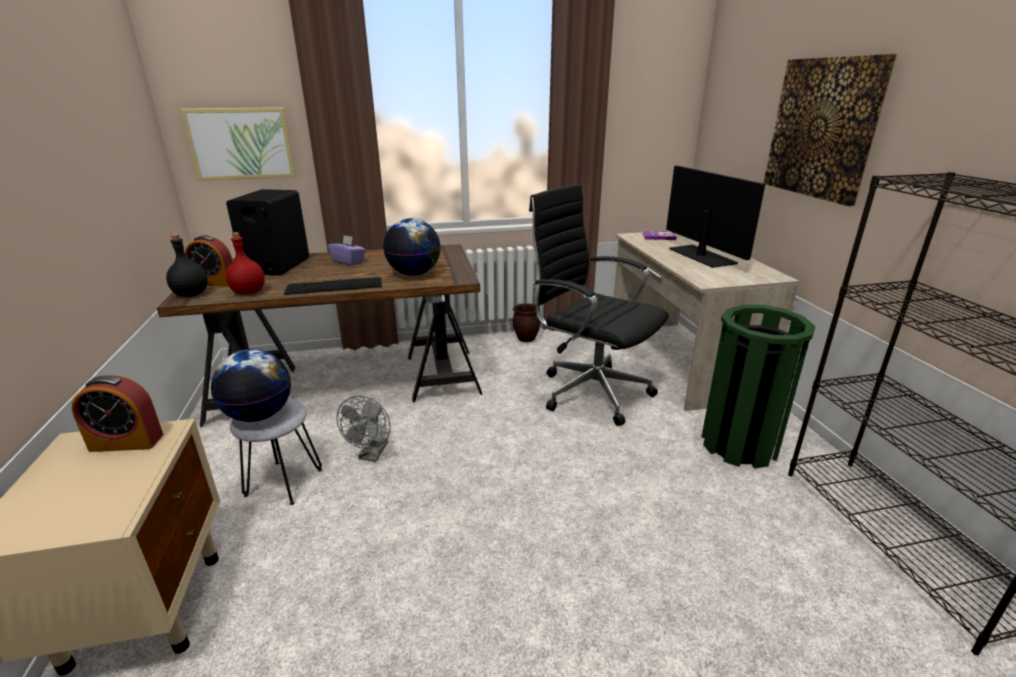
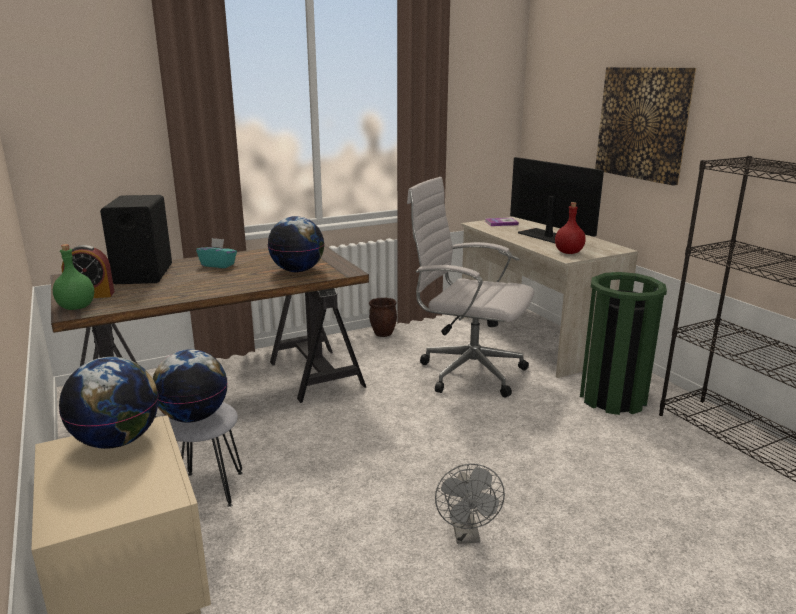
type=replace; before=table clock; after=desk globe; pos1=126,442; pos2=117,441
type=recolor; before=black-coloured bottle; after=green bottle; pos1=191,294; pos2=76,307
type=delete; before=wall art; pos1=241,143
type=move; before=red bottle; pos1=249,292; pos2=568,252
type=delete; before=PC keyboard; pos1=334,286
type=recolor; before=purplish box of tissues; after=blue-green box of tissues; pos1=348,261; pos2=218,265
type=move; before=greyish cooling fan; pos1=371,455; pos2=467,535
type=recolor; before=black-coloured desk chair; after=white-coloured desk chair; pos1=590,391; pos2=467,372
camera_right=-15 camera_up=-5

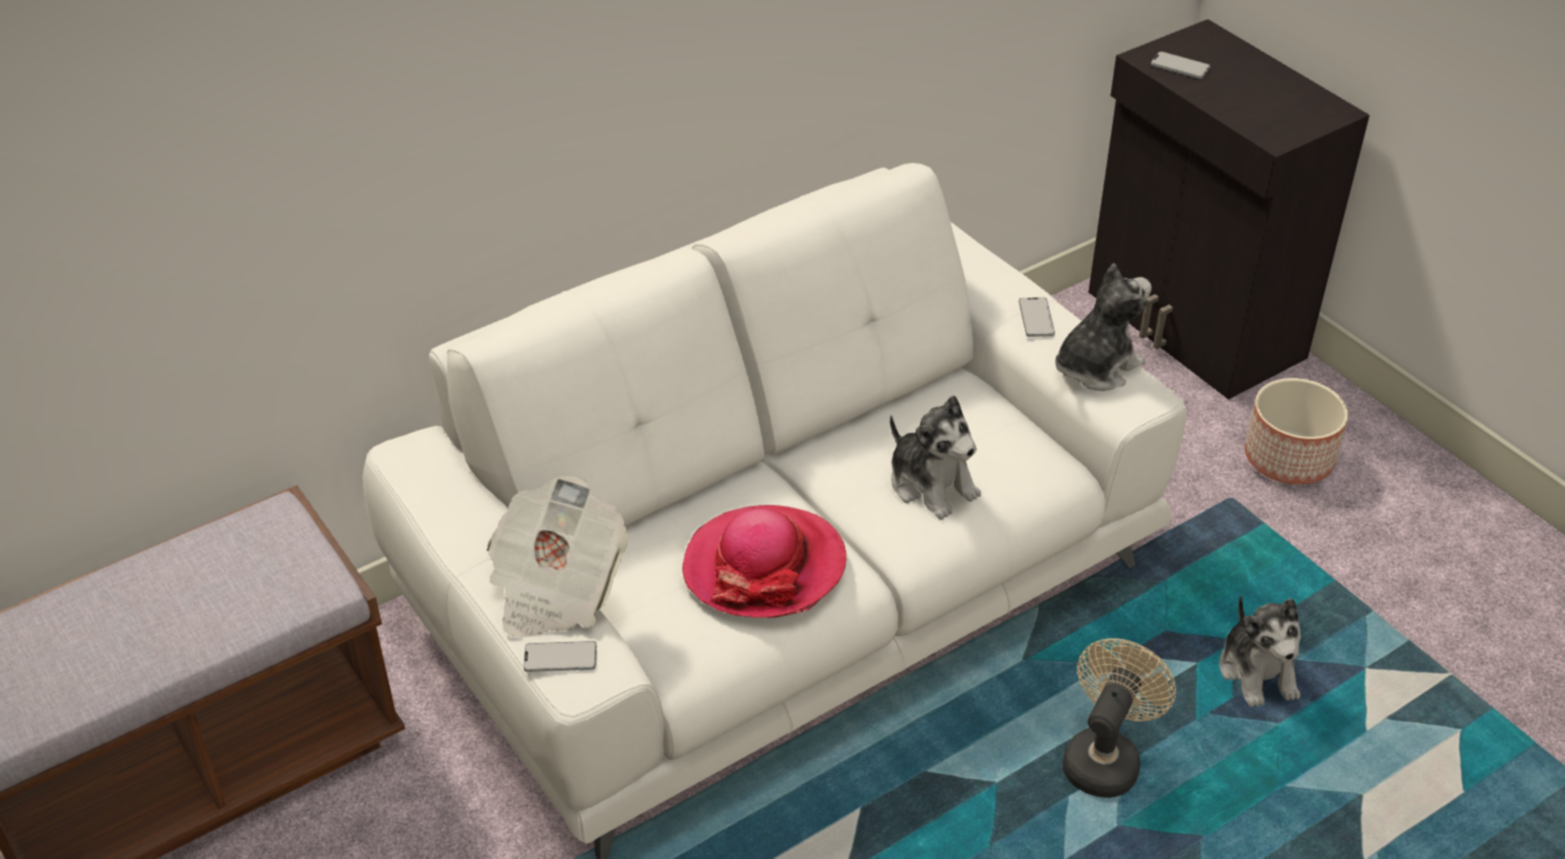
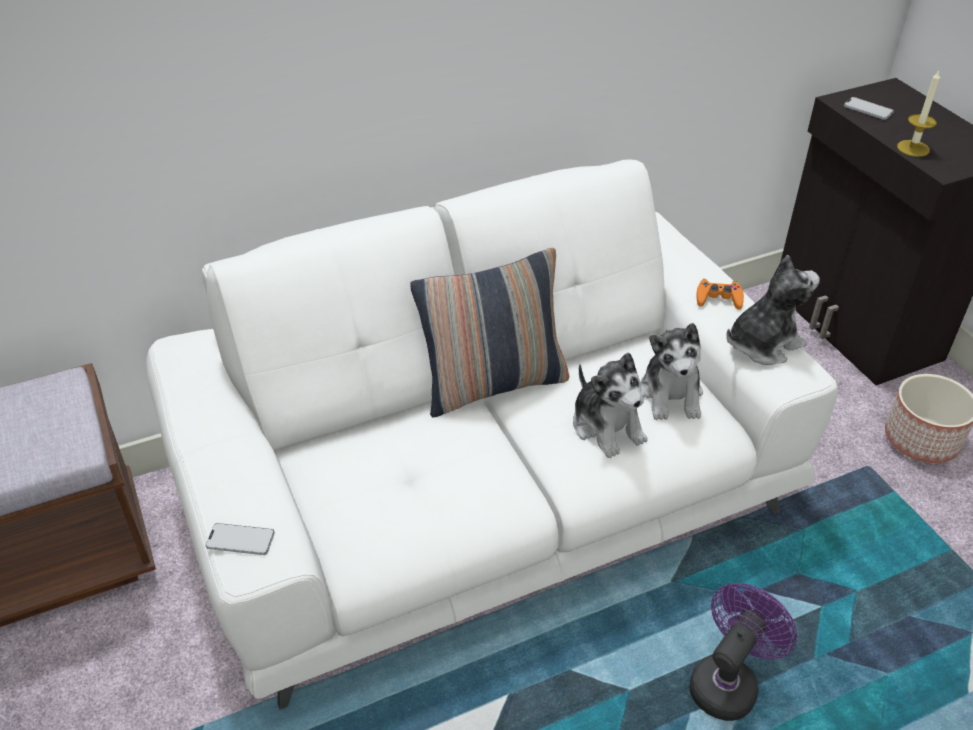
type=delete; before=newspaper; pos1=555,587
type=delete; before=hat; pos1=764,566
type=replace; before=telephone; after=orangey joypad; pos1=1036,318; pos2=718,298
type=recolor; before=sand-coloured cooling fan; after=purplish cooling fan; pos1=1105,757; pos2=728,681
type=move; before=cuddly toy; pos1=1258,671; pos2=671,394
type=insert; after=cushion; pos2=493,385
type=insert; after=candle; pos2=913,148
camera_right=10 camera_up=0

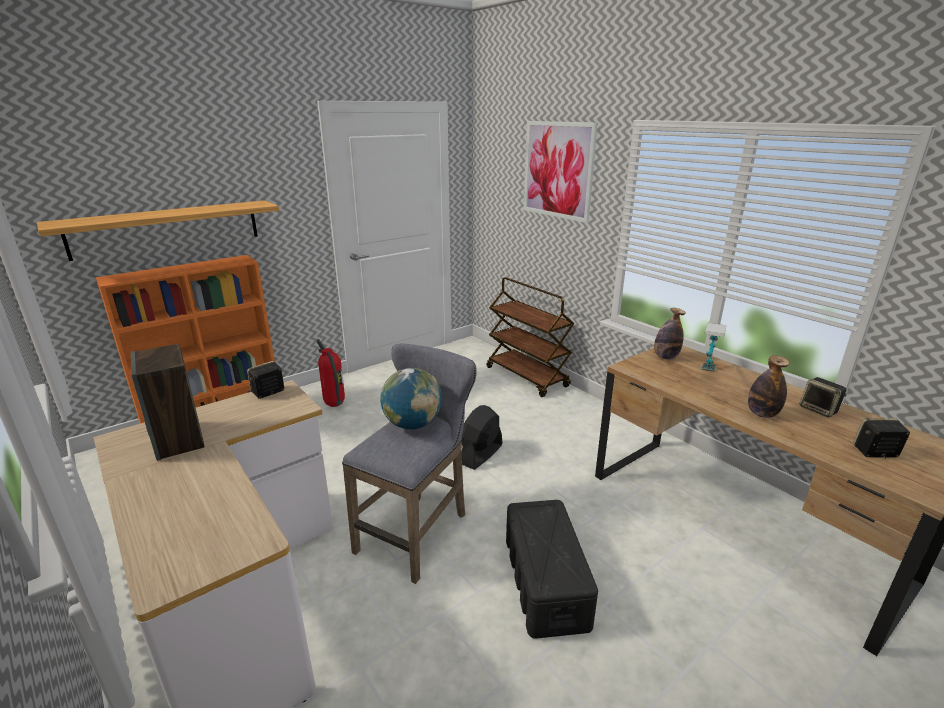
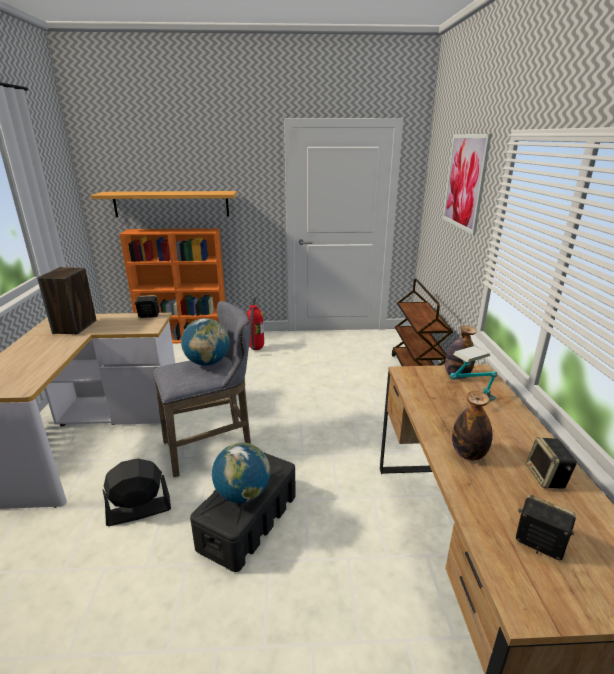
type=move; before=black-coloured cooling fan; pos1=481,454; pos2=138,510
type=insert; after=desk globe; pos2=243,494
camera_right=35 camera_up=0

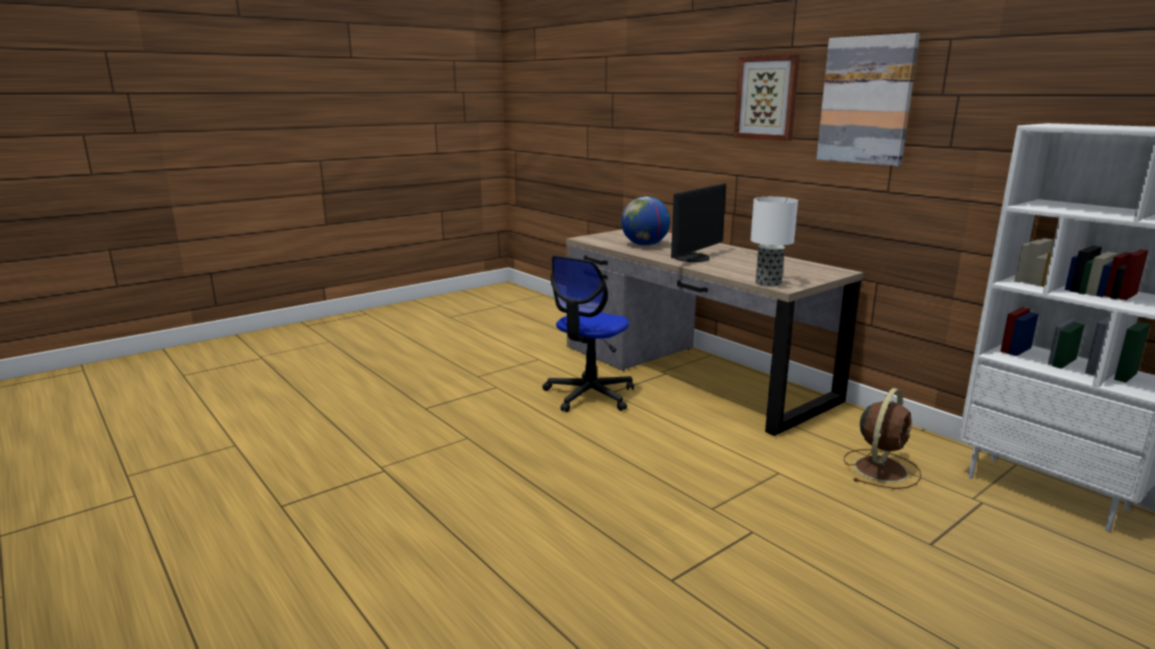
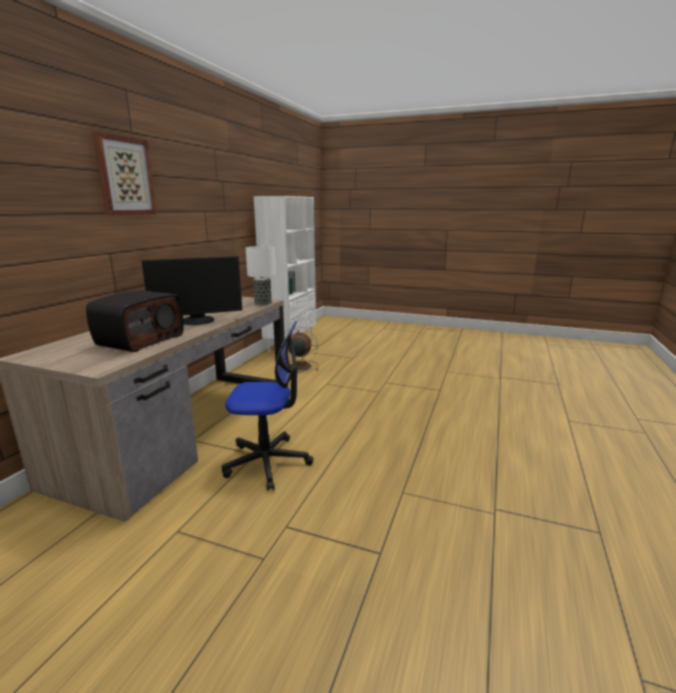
type=replace; before=desk globe; after=radio receiver; pos1=644,245; pos2=140,340
type=rotate; before=computer screen; pos1=693,258; pos2=198,321; turn=150
type=delete; before=wall art; pos1=866,100
camera_right=-120 camera_up=0

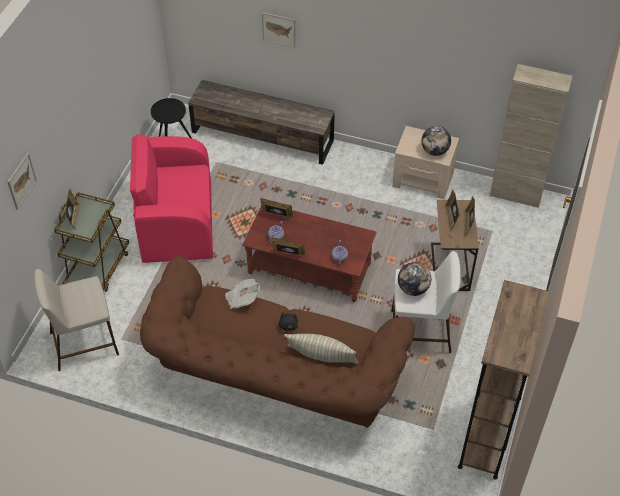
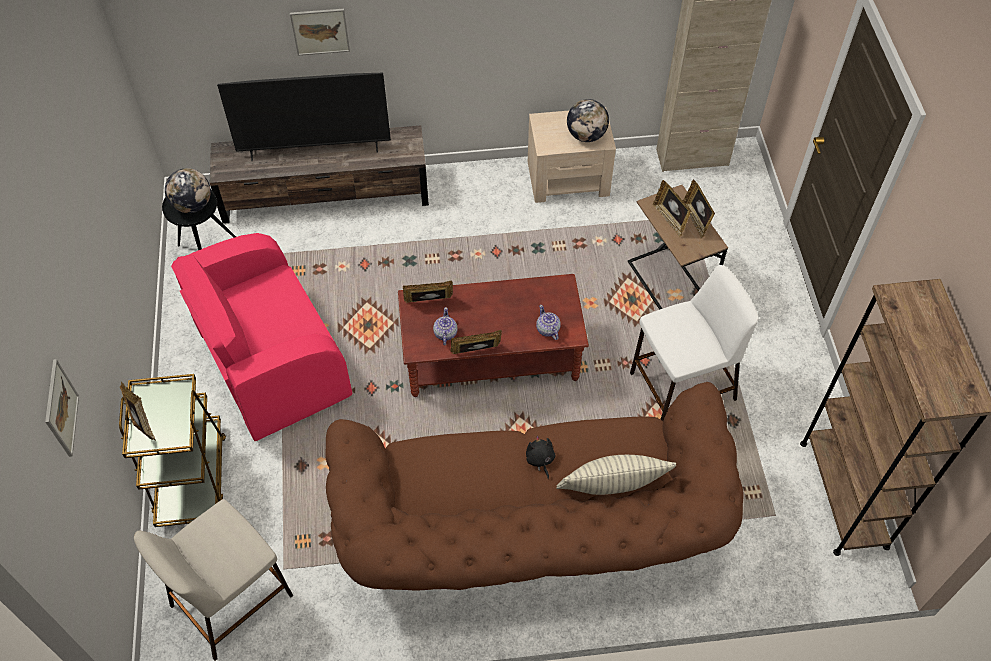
type=delete; before=newspaper; pos1=242,299
type=move; before=desk globe; pos1=413,289; pos2=192,205
type=insert; after=TV; pos2=314,150
camera_right=-25 camera_up=5

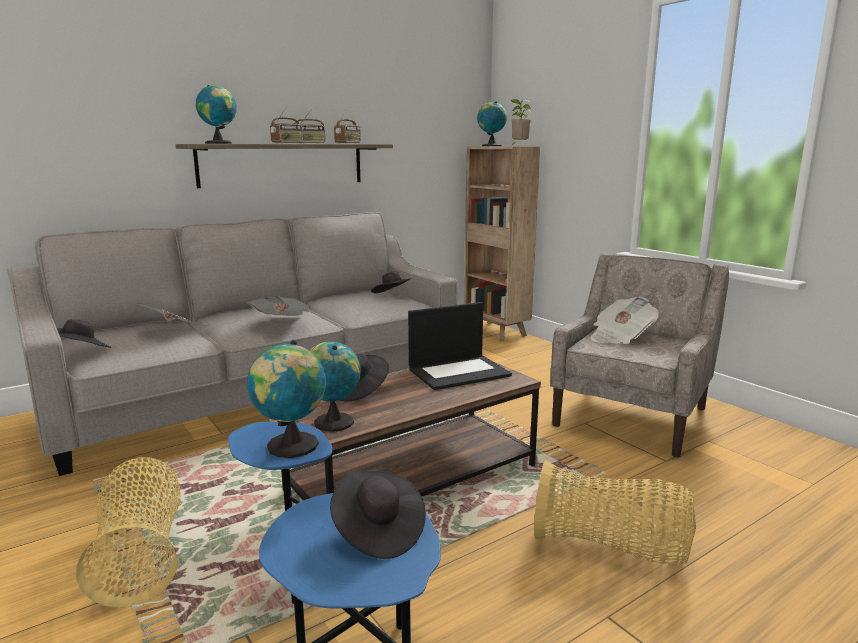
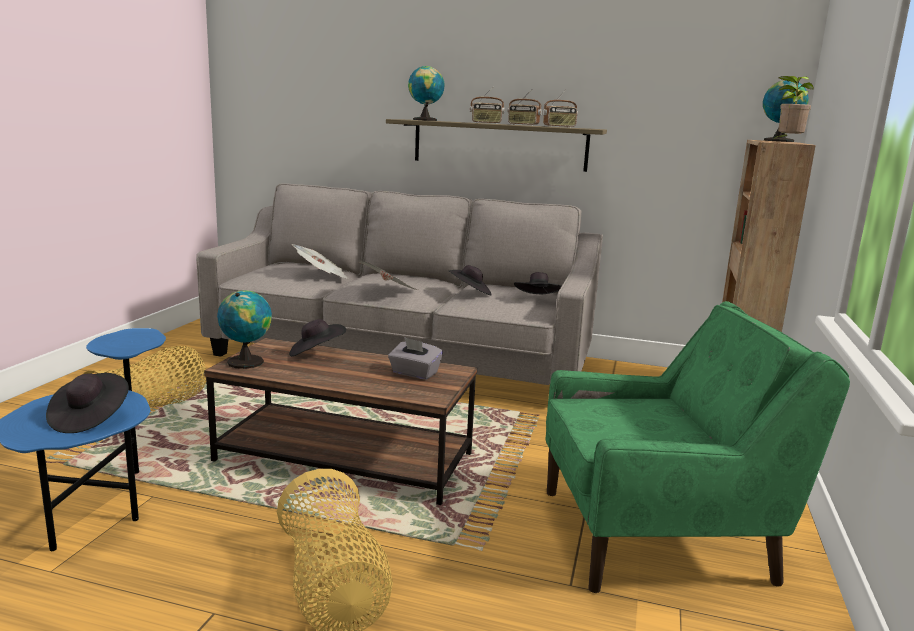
type=move; before=black-coloured hat; pos1=81,352; pos2=470,293
type=delete; before=desk globe; pos1=291,447
type=replace; before=laptop; after=greyish box of tissues; pos1=459,372; pos2=414,373
type=recolor; before=sand-coloured armchair; after=green armchair; pos1=632,416; pos2=657,535
type=delete; before=newspaper; pos1=620,337
camera_right=50 camera_up=0

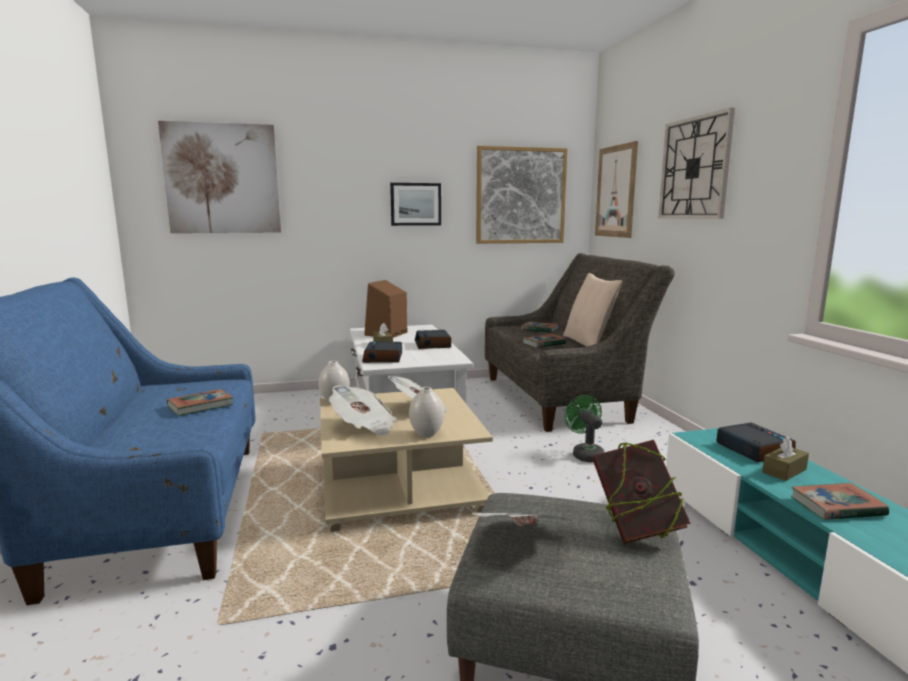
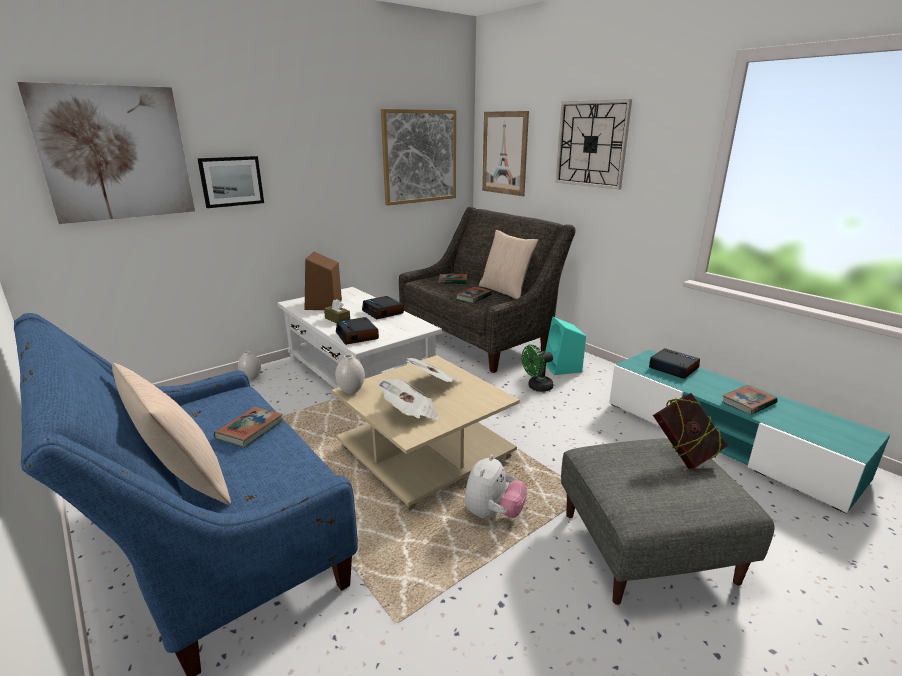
type=move; before=wall art; pos1=415,204; pos2=231,181
type=move; before=white-coloured vase; pos1=427,434; pos2=251,378
type=delete; before=newspaper; pos1=520,541
type=rotate; before=green cooling fan; pos1=585,454; pos2=537,387; turn=-75
type=delete; before=brownish box of tissues; pos1=784,471
type=insert; after=sand-coloured cushion; pos2=184,483
type=insert; after=cuddly toy; pos2=493,513
type=insert; after=blue-green loudspeaker; pos2=563,367
camera_right=-25 camera_up=10

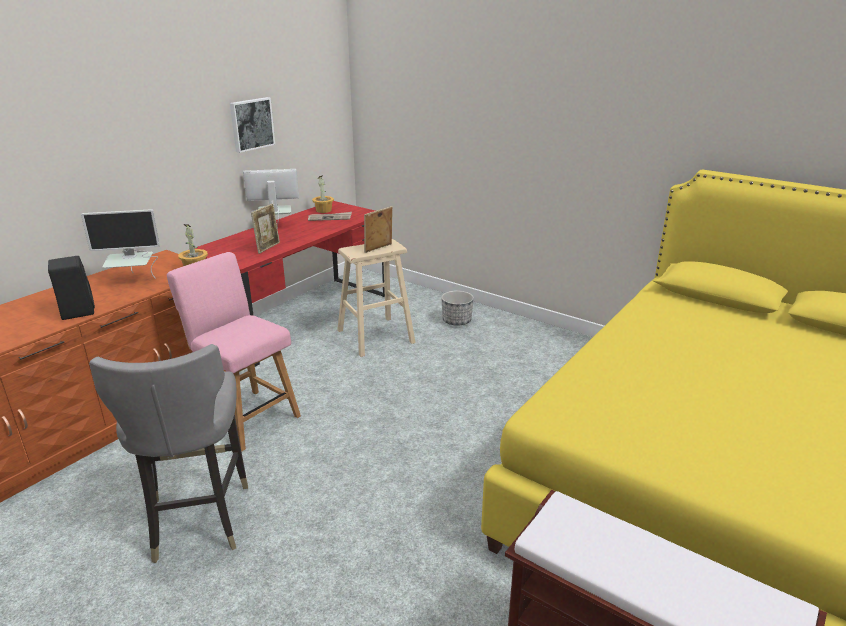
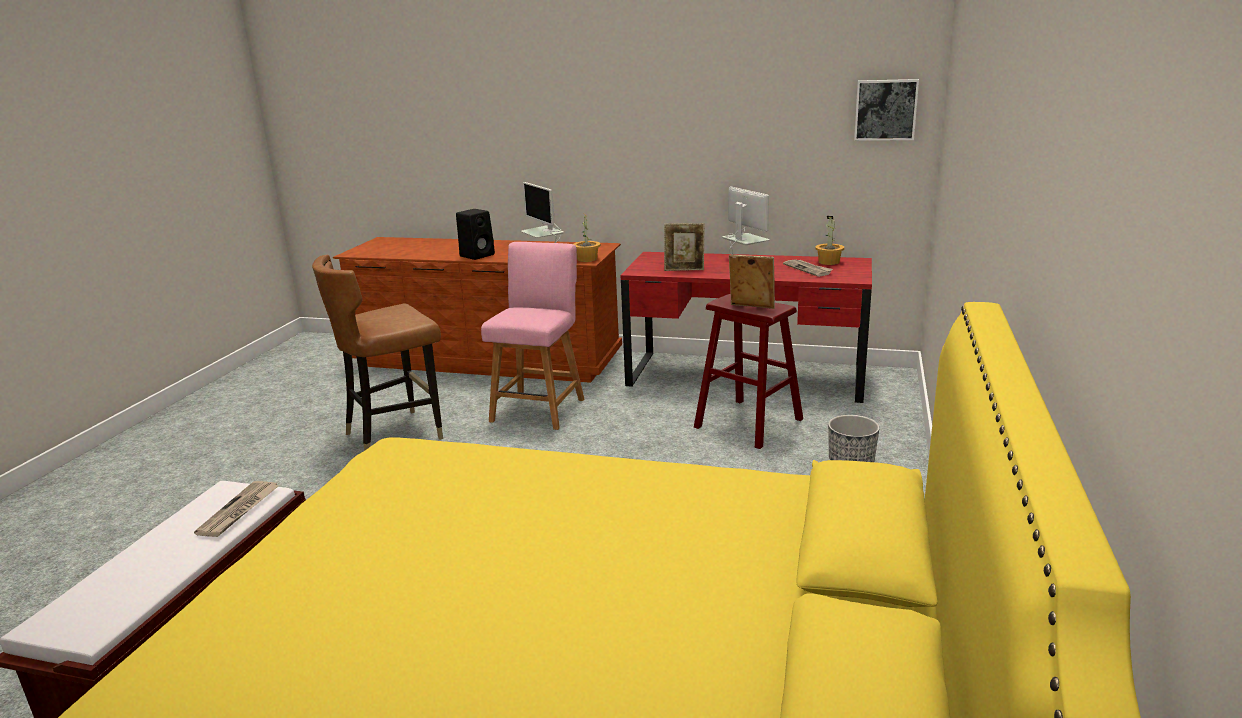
type=recolor; before=greyish upright chair; after=brownish upright chair; pos1=197,520; pos2=395,434
type=move; before=wall art; pos1=251,124; pos2=885,110
type=recolor; before=sand-coloured sitting stool; after=red sitting stool; pos1=375,336; pos2=748,423
type=insert; after=newspaper; pos2=239,511
camera_right=70 camera_up=-5

